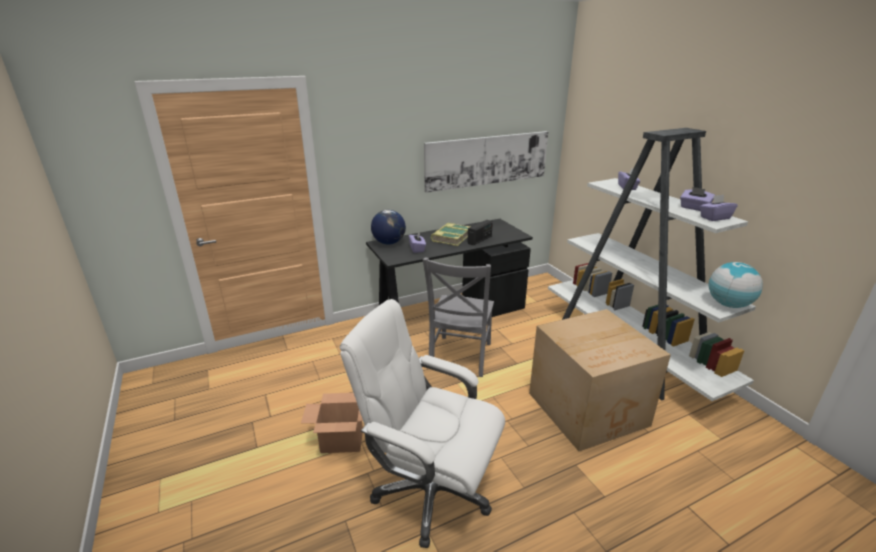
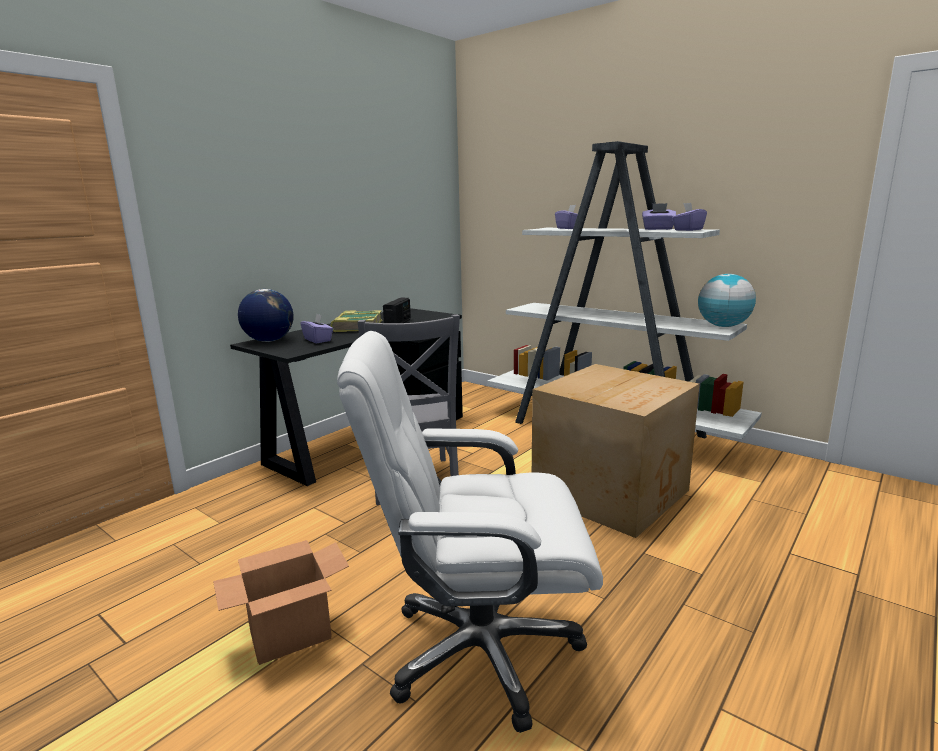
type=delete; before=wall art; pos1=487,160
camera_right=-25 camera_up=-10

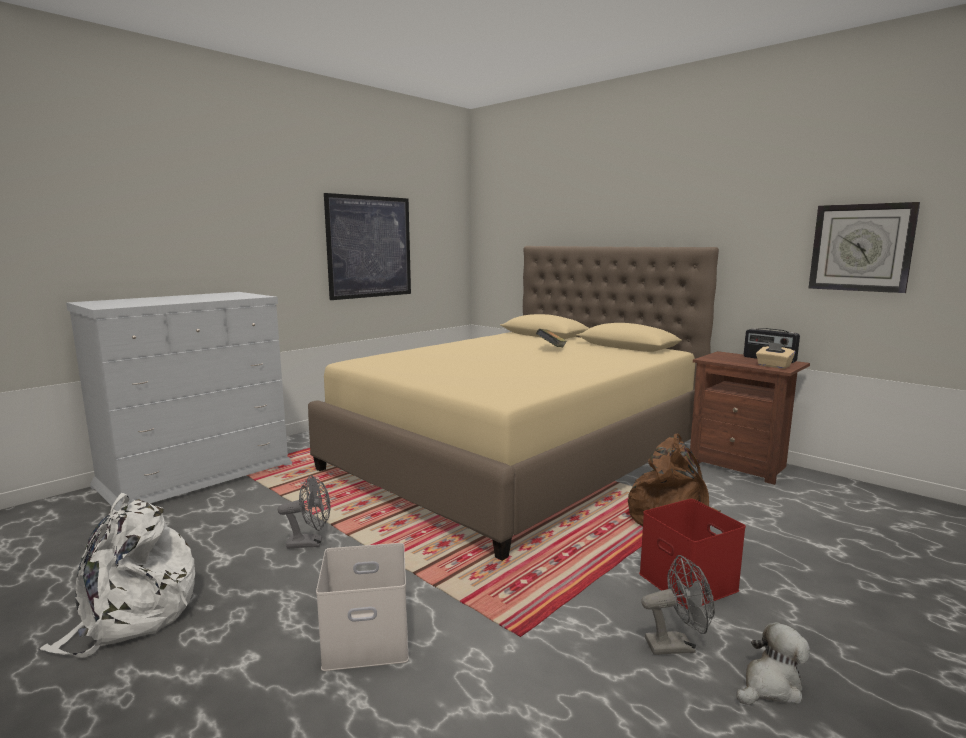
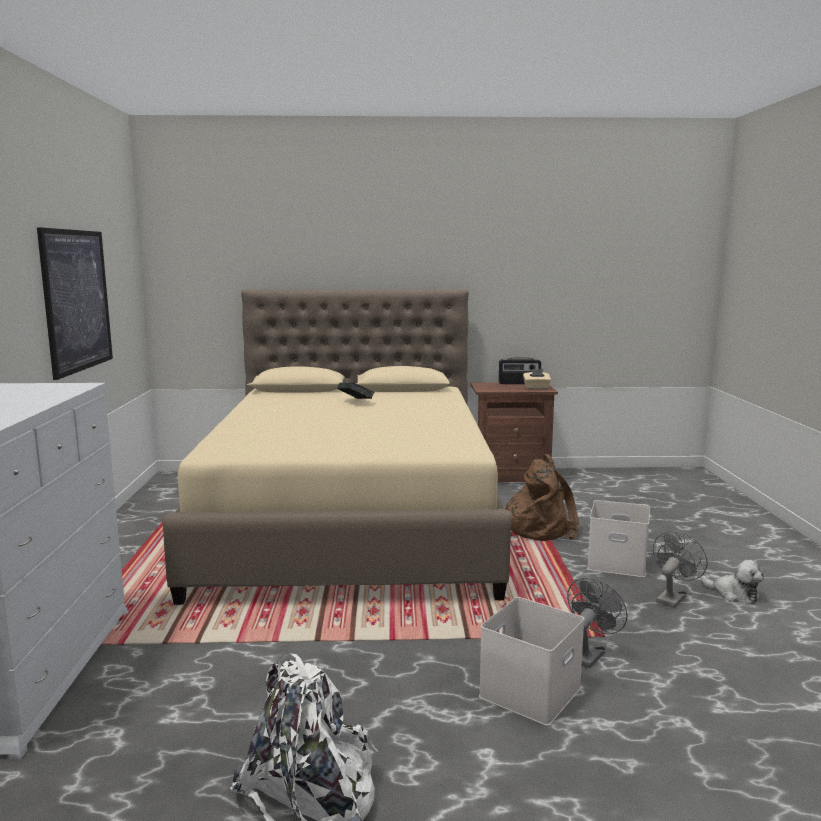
type=move; before=greyish cooling fan; pos1=311,543; pos2=589,654
type=recolor; before=red storage box; after=white-coloured storage box; pos1=690,582; pos2=618,562
type=rotate; before=cuddly toy; pos1=770,686; pos2=733,594; turn=120
type=delete; before=wall clock; pos1=861,247
camera_right=-45 camera_up=0

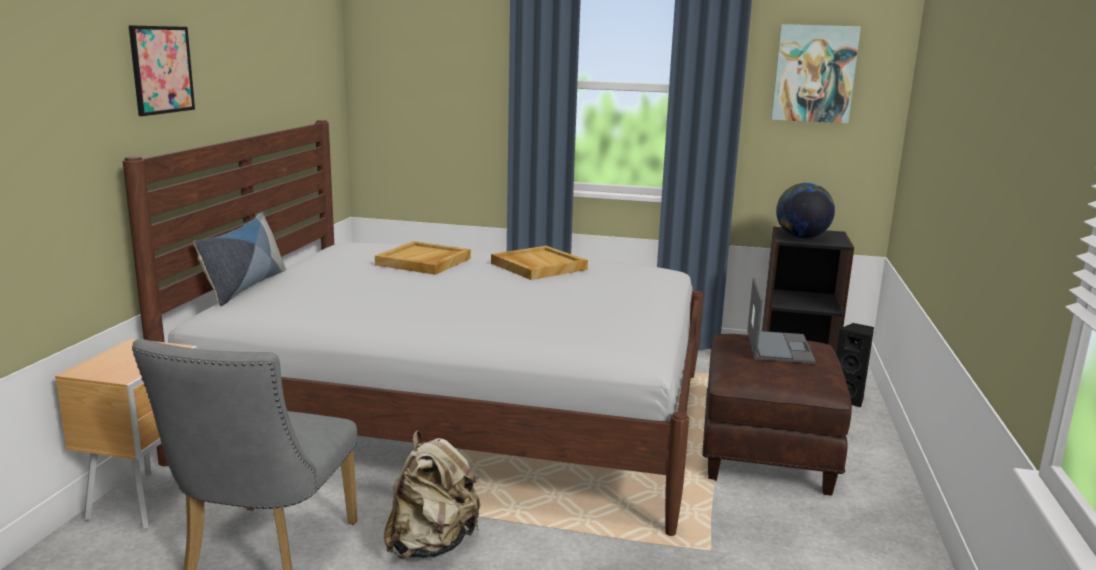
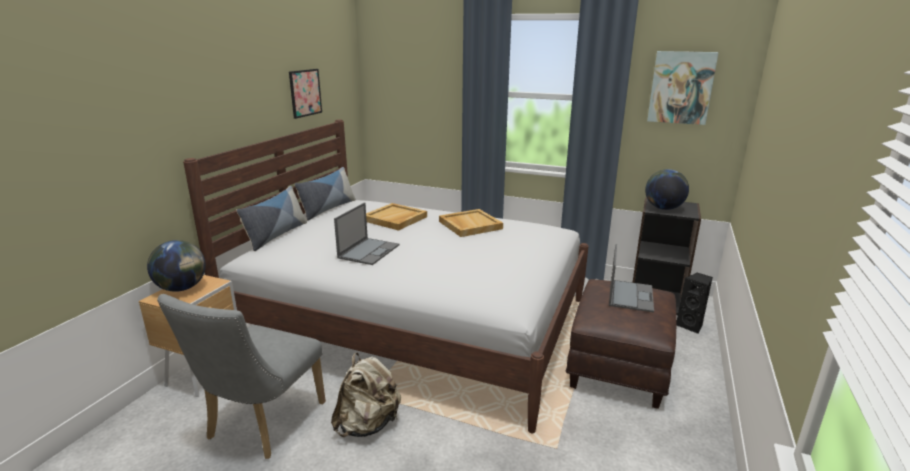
type=move; before=wall art; pos1=162,69; pos2=305,93
type=insert; after=desk globe; pos2=182,288
type=insert; after=cushion; pos2=328,209
type=insert; after=laptop; pos2=369,251
camera_right=10 camera_up=5

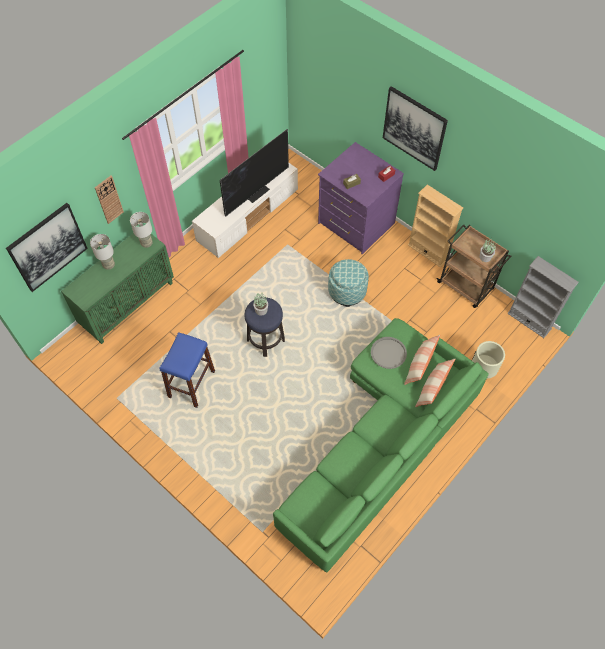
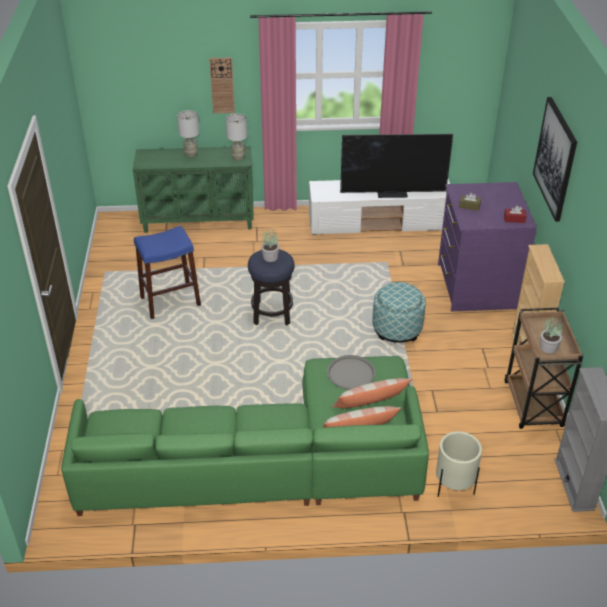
type=delete; before=wall art; pos1=48,247
camera_right=45 camera_up=-20

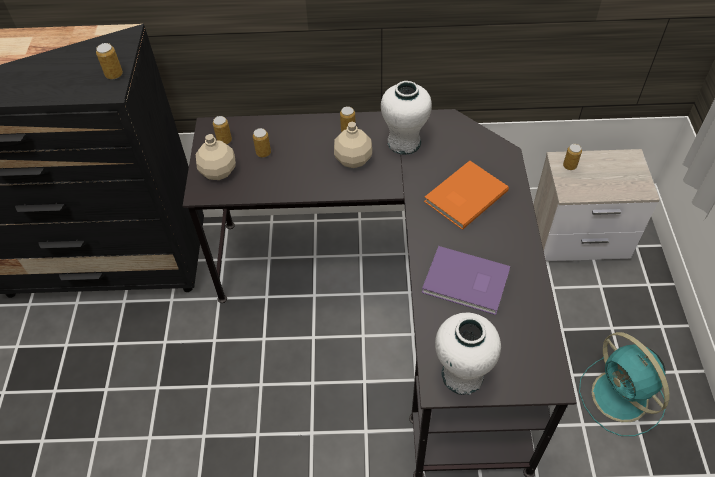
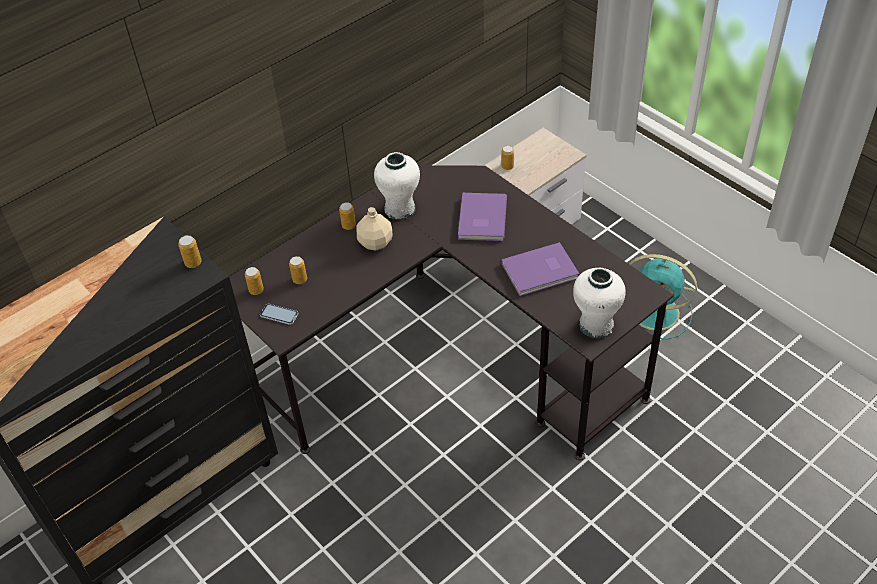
type=replace; before=sand-coloured bottle; after=telephone; pos1=218,172; pos2=279,315
type=recolor; before=orangey book; after=purplish book; pos1=463,196; pos2=480,219
camera_right=-40 camera_up=-5

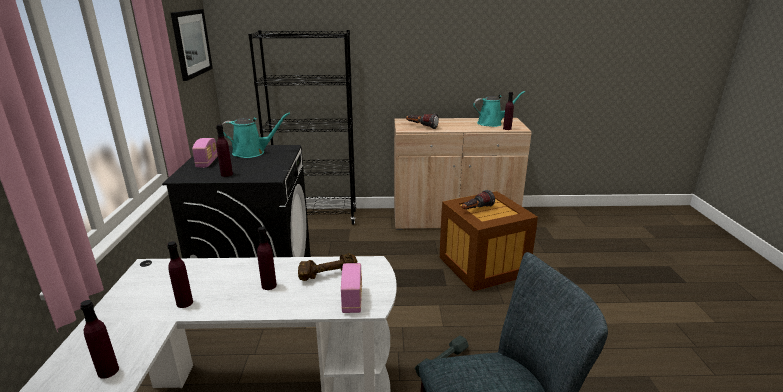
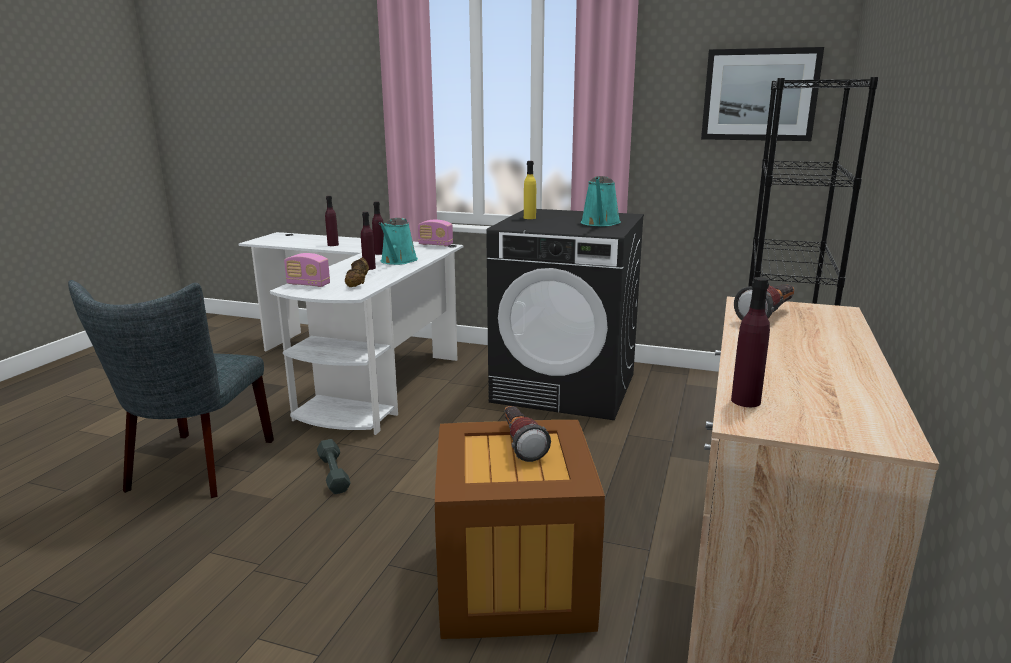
type=move; before=radio receiver; pos1=207,162; pos2=435,245
type=recolor; before=purplish bottle; after=yellow-coloured bottle; pos1=226,174; pos2=529,218
type=move; before=blue-green watering can; pos1=492,123; pos2=398,261
camera_right=110 camera_up=-5

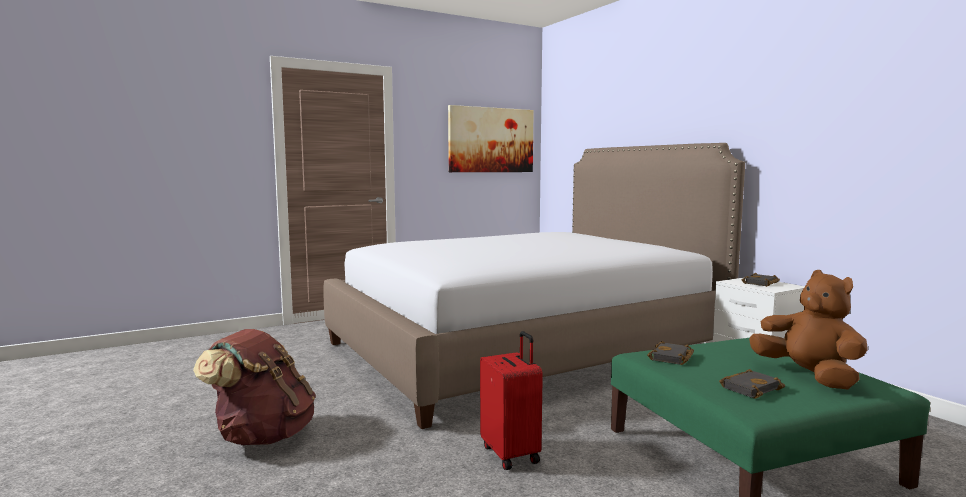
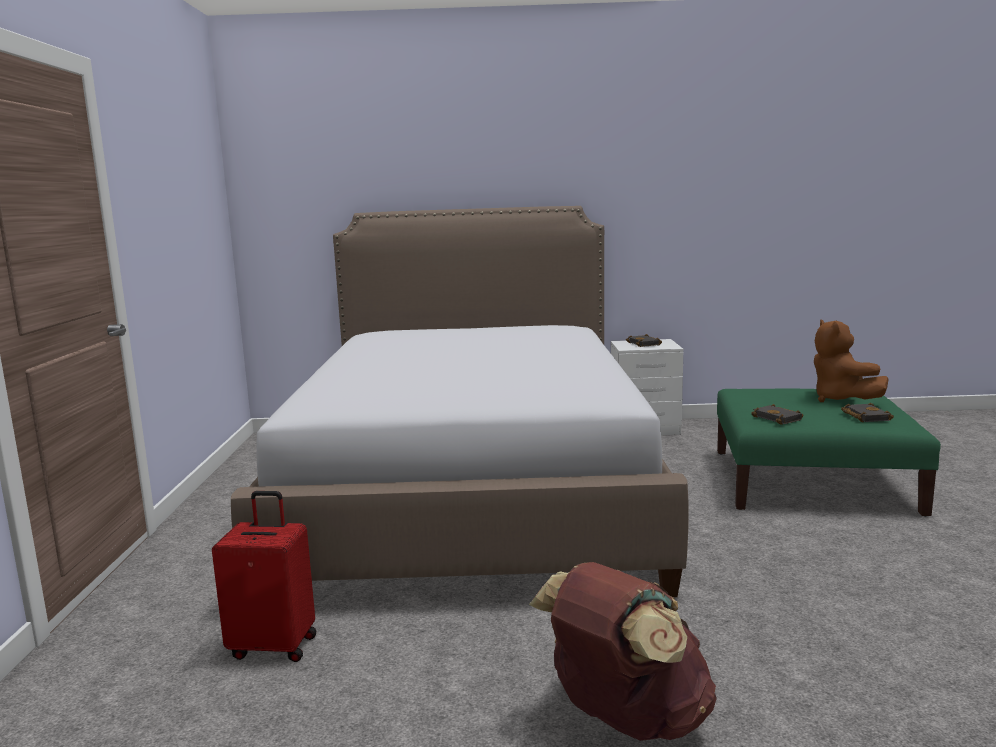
type=delete; before=wall art; pos1=491,140
type=move; before=red suitcase; pos1=511,454; pos2=274,646
type=rotate; before=brownish cuddly toy; pos1=808,376; pos2=841,399; turn=-105
camera_right=-60 camera_up=5

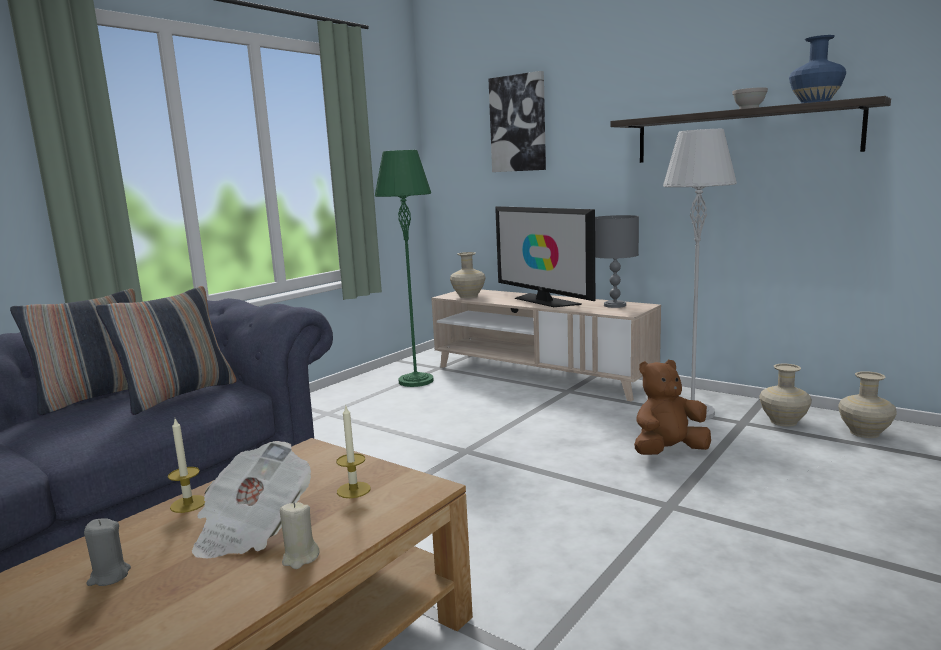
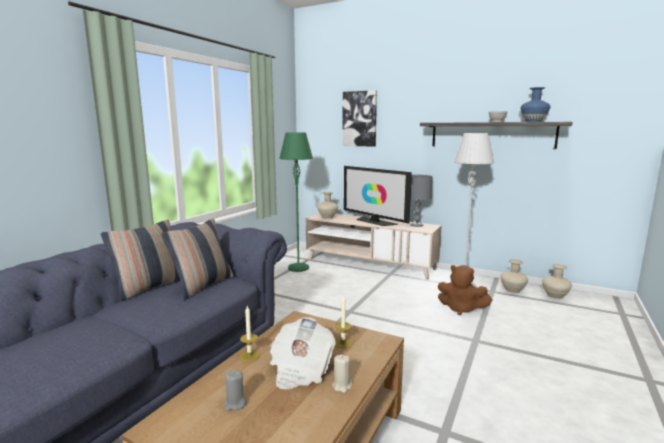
type=rotate; before=brownish cuddly toy; pos1=668,451; pos2=461,309; turn=-120
camera_right=-10 camera_up=0

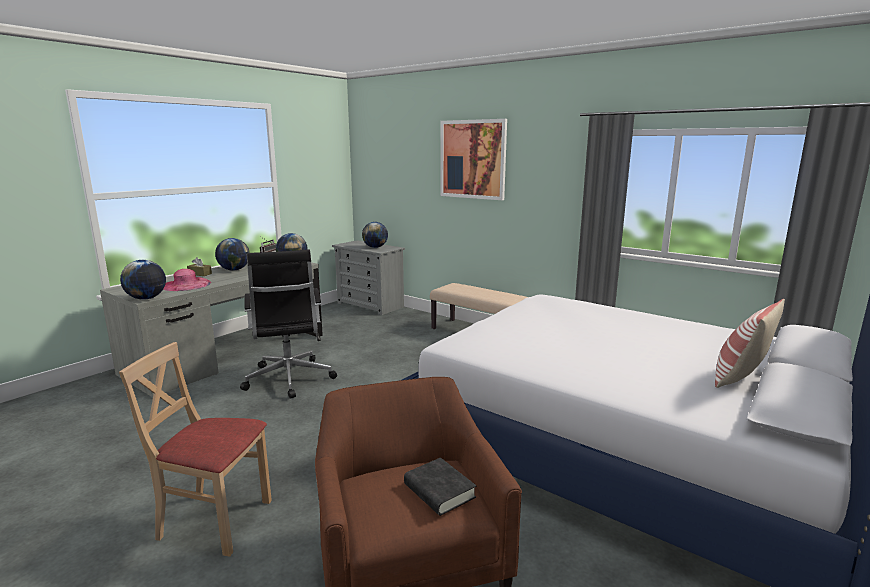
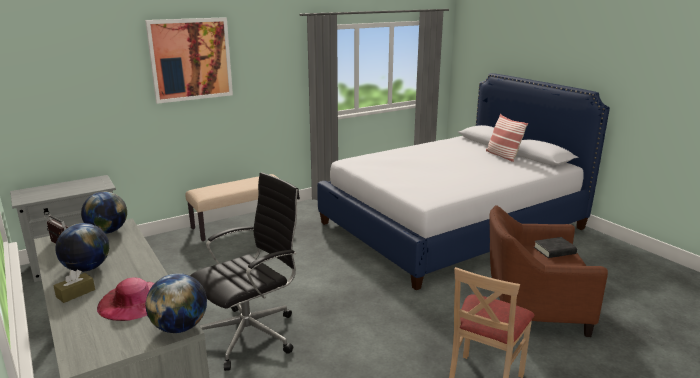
type=rotate; before=black-coloured desk chair; pos1=289,379; pos2=251,334; turn=-45
type=delete; before=desk globe; pos1=375,247
camera_right=-70 camera_up=5

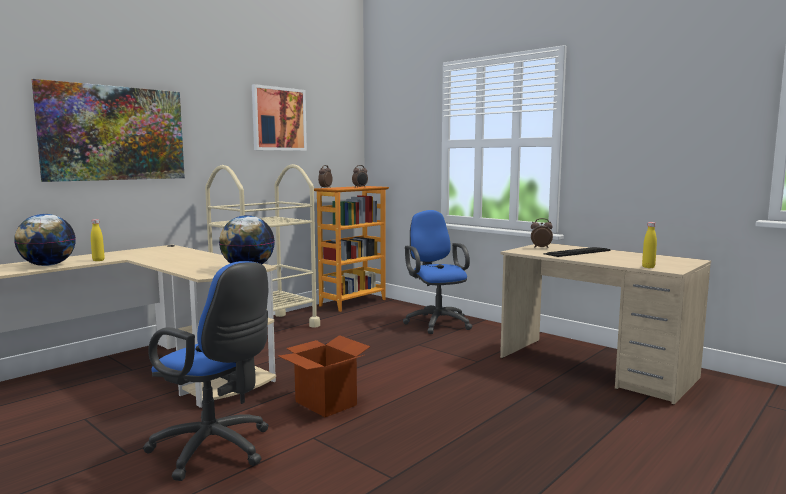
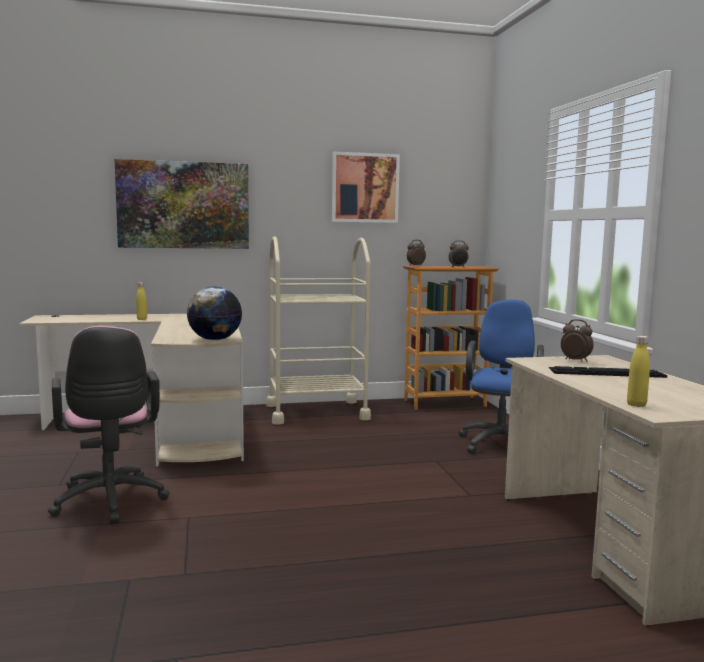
type=delete; before=desk globe; pos1=47,265
type=recolor; before=blue desk chair; after=pinkish desk chair; pos1=216,450; pos2=109,503
type=delete; before=cardboard box; pos1=325,403
camera_right=35 camera_up=0

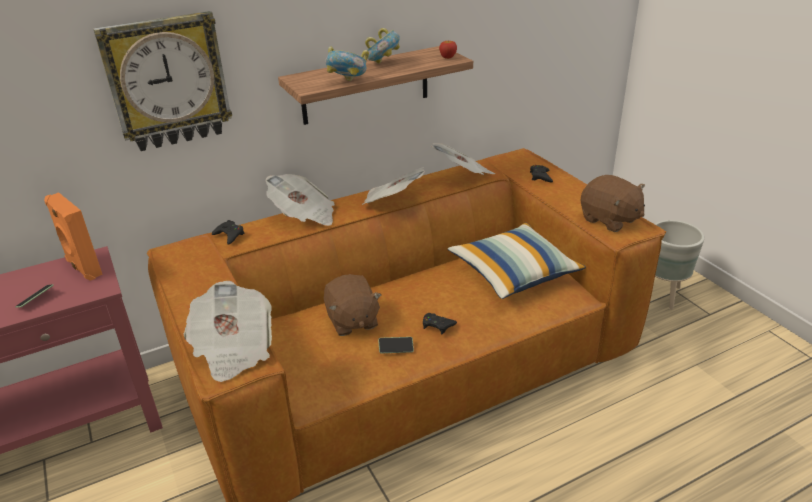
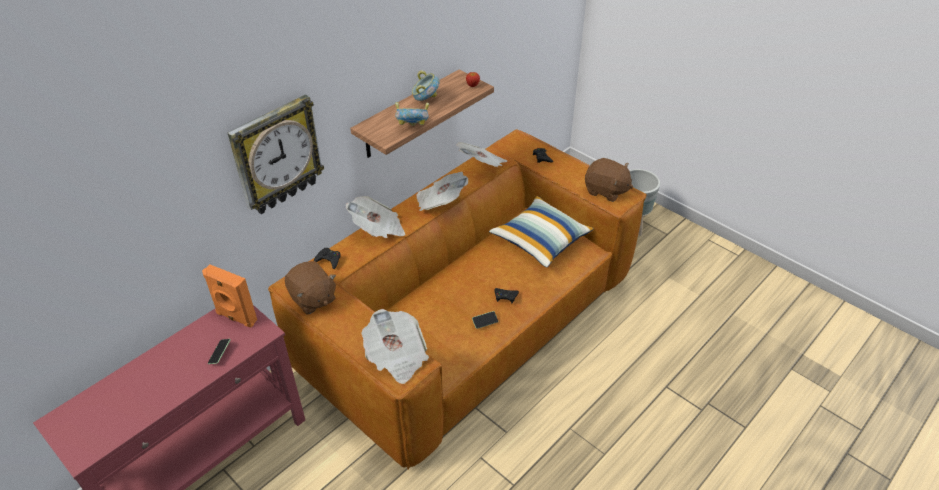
type=move; before=brownish cuddly toy; pos1=352,321; pos2=312,299
camera_right=-20 camera_up=10

